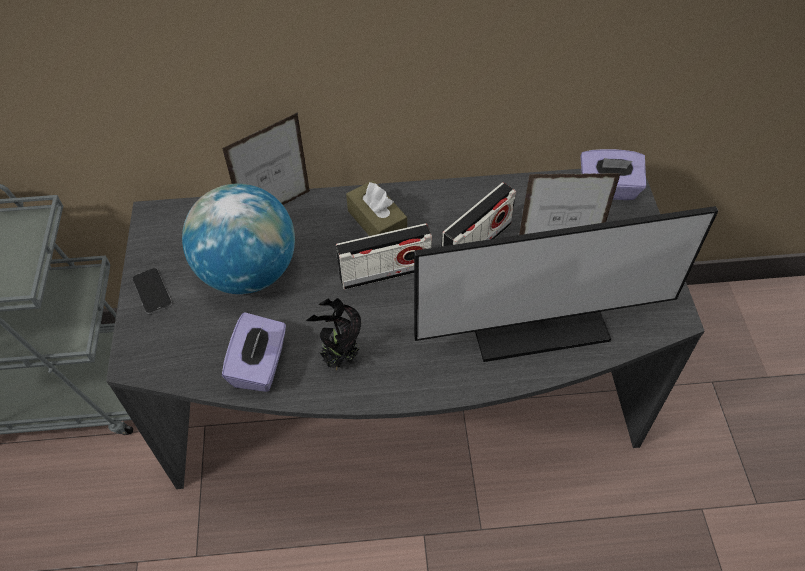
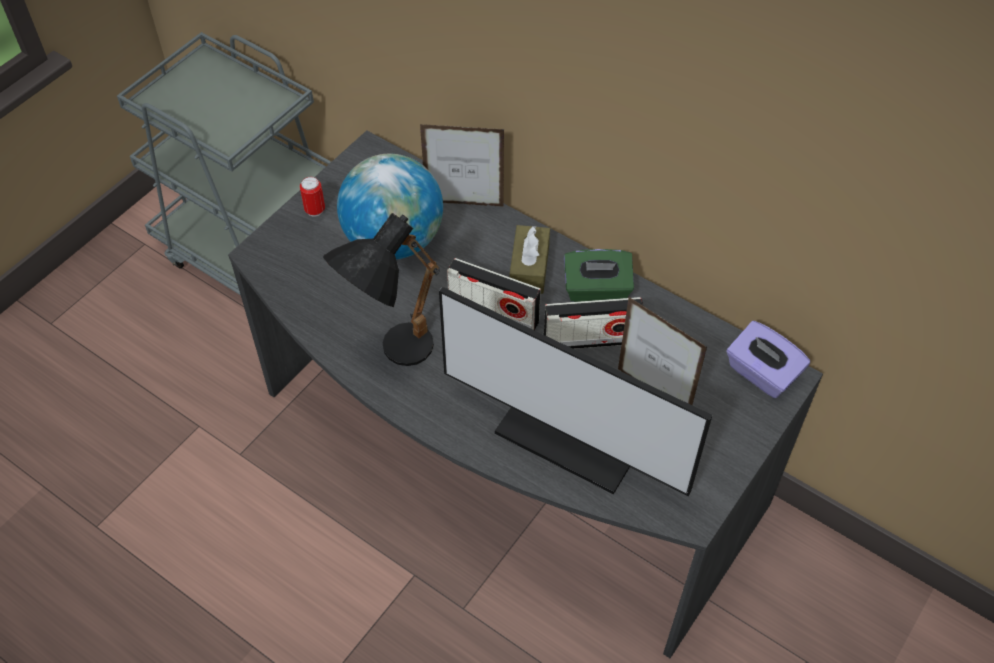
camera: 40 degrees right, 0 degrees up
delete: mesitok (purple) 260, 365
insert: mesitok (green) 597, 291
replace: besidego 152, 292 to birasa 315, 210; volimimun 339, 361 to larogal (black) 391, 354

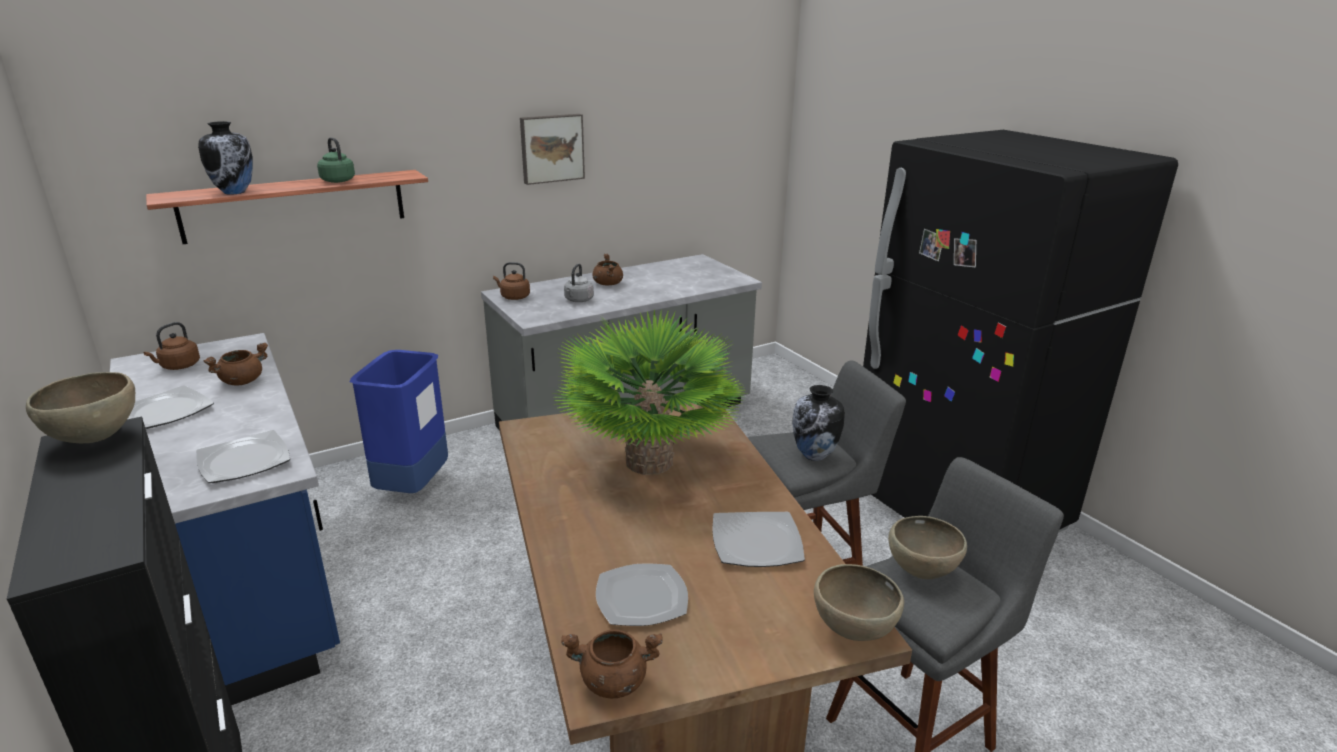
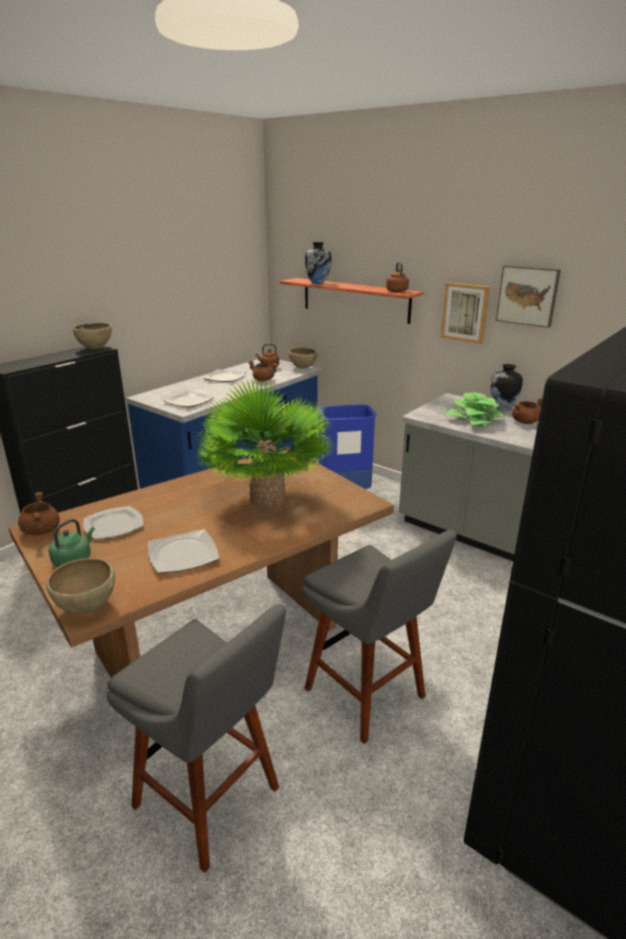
camera: 70 degrees right, 0 degrees up
insert: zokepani 465, 312
move: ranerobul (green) 337, 180 to 74, 560; ranerobul (brown) 513, 297 to 396, 291; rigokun 814, 456 to 502, 408; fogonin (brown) 922, 572 to 302, 368
replace: ranerobul (grey) 578, 300 to volimimun 474, 420

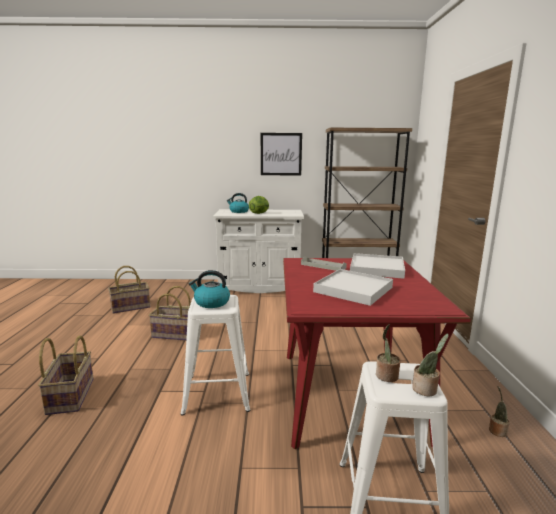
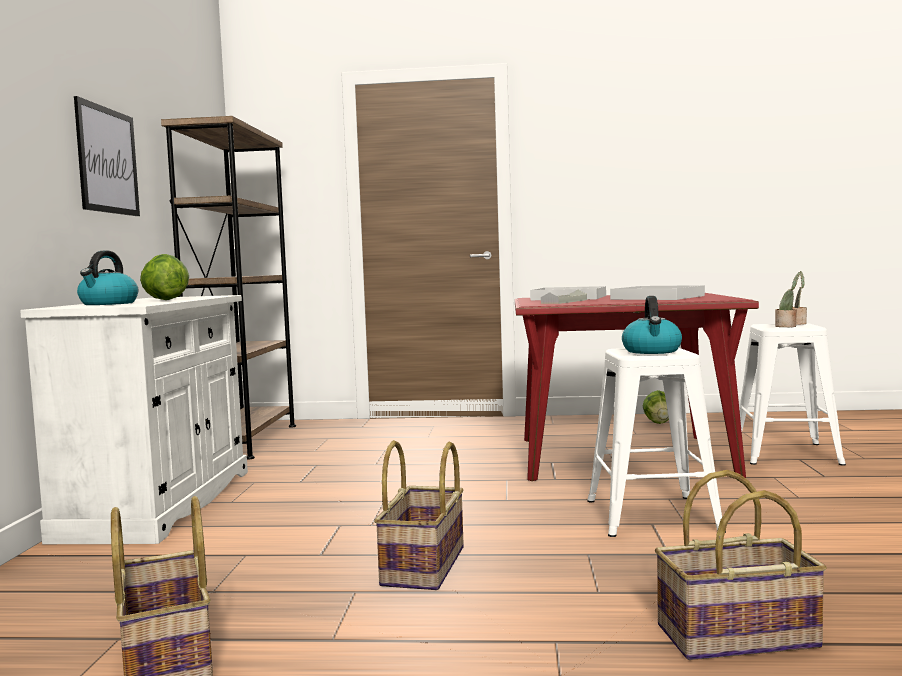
camera: 85 degrees left, 10 degrees down
replace: volimimun 497, 430 to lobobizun 659, 423

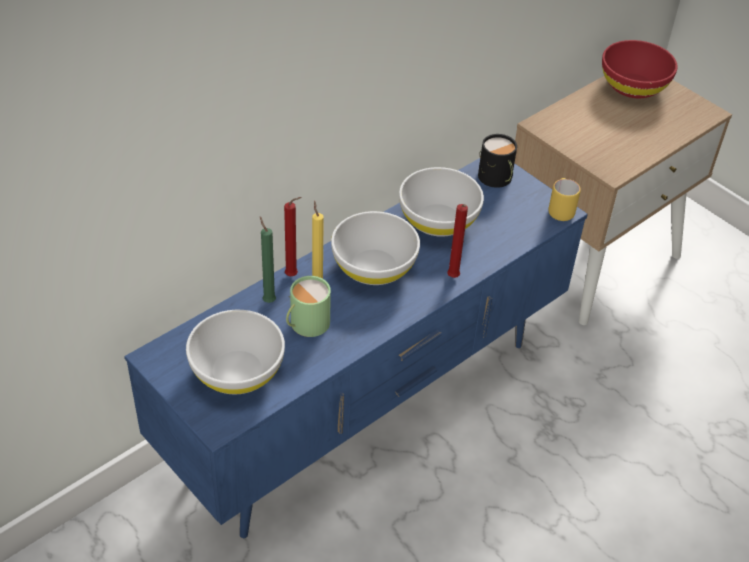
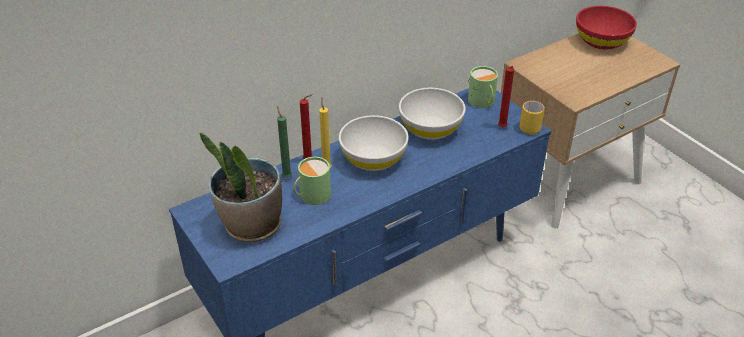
camera: 10 degrees right, 5 degrees down
move: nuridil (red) 453, 278 to 502, 128
replace: fogonin (white) 237, 371 to volimimun 251, 225
recolor: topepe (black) 496, 179 to topepe (green) 482, 102

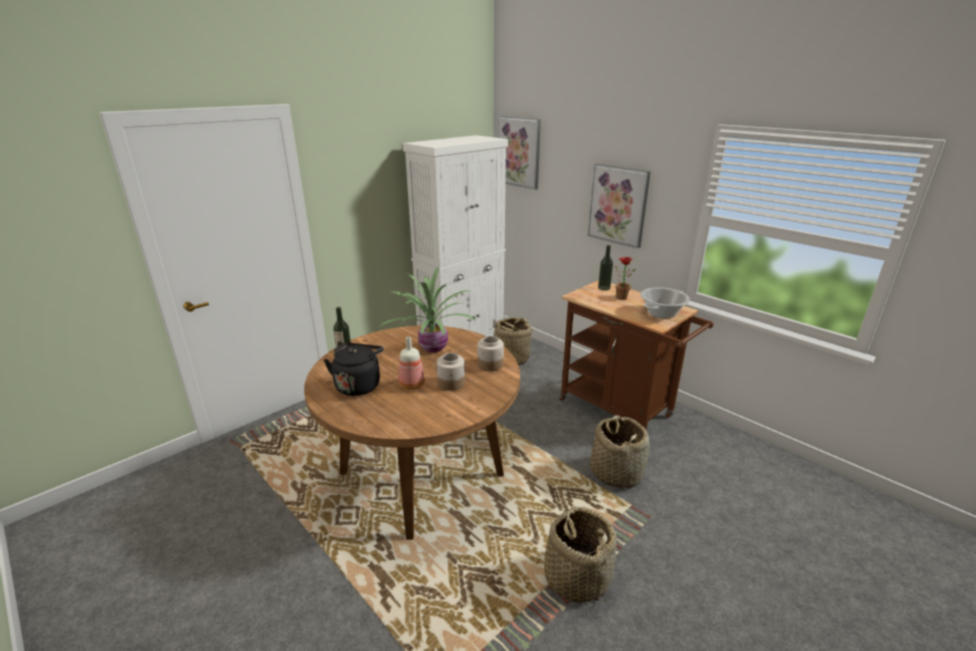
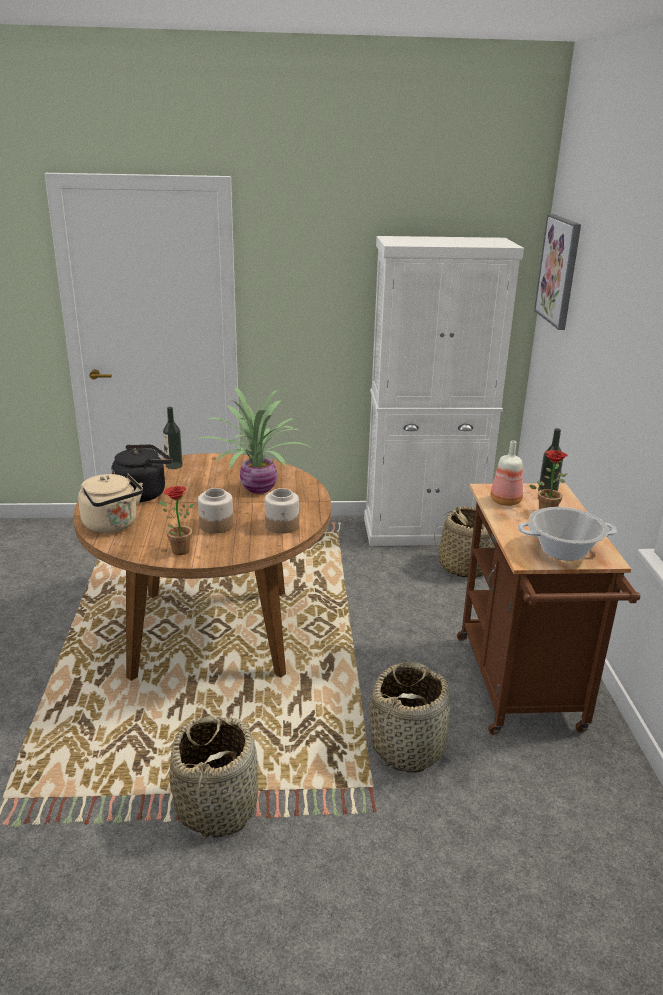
camera: 40 degrees right, 0 degrees up
delete: zokepani 618, 205
insert: ranerobul (beige) 113, 525; volimimun 177, 550
move: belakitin 411, 384 to 505, 501

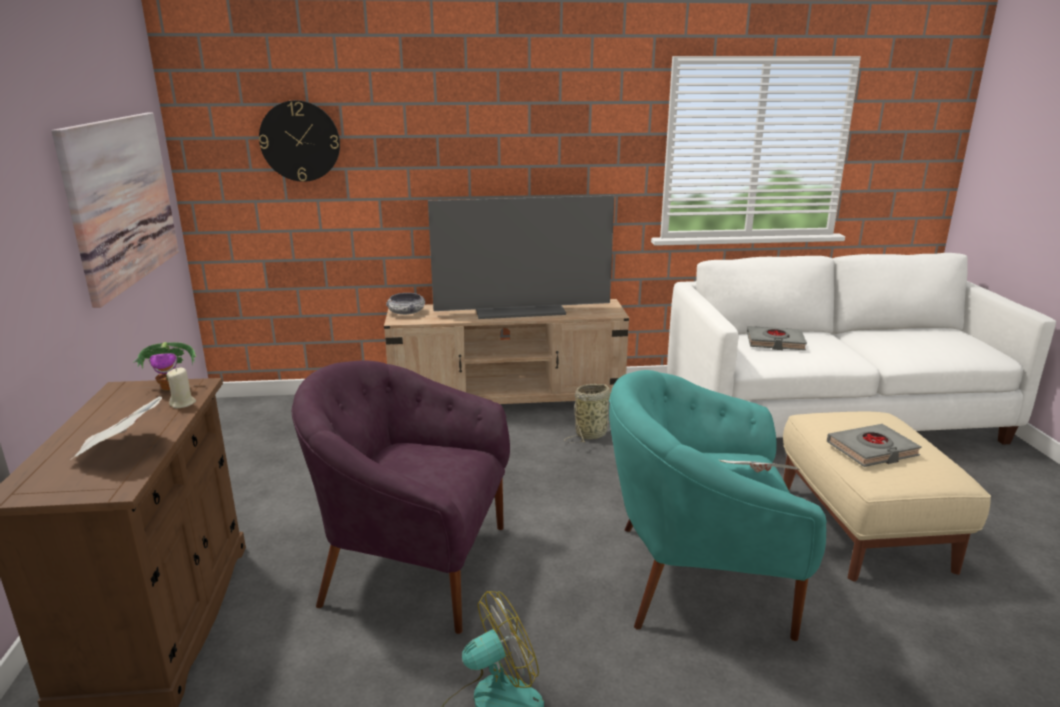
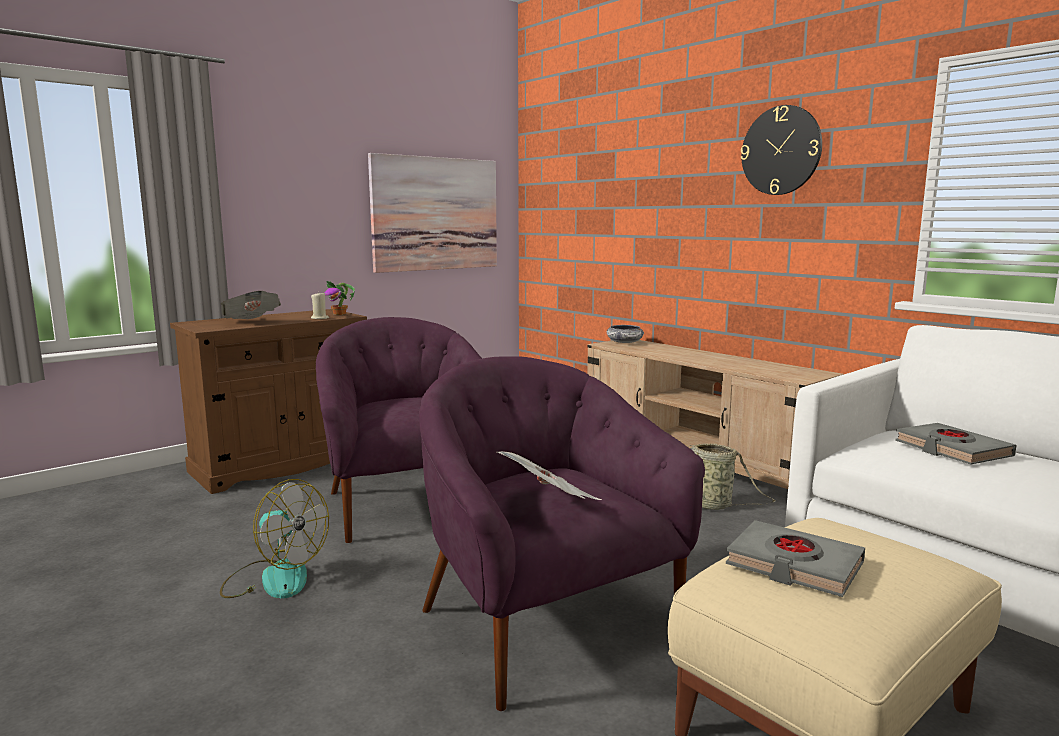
camera: 55 degrees right, 10 degrees down
delete: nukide 521, 310
move: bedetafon 300, 141 to 781, 150
recolor: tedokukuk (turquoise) 700, 576 to tedokukuk (purple) 544, 623

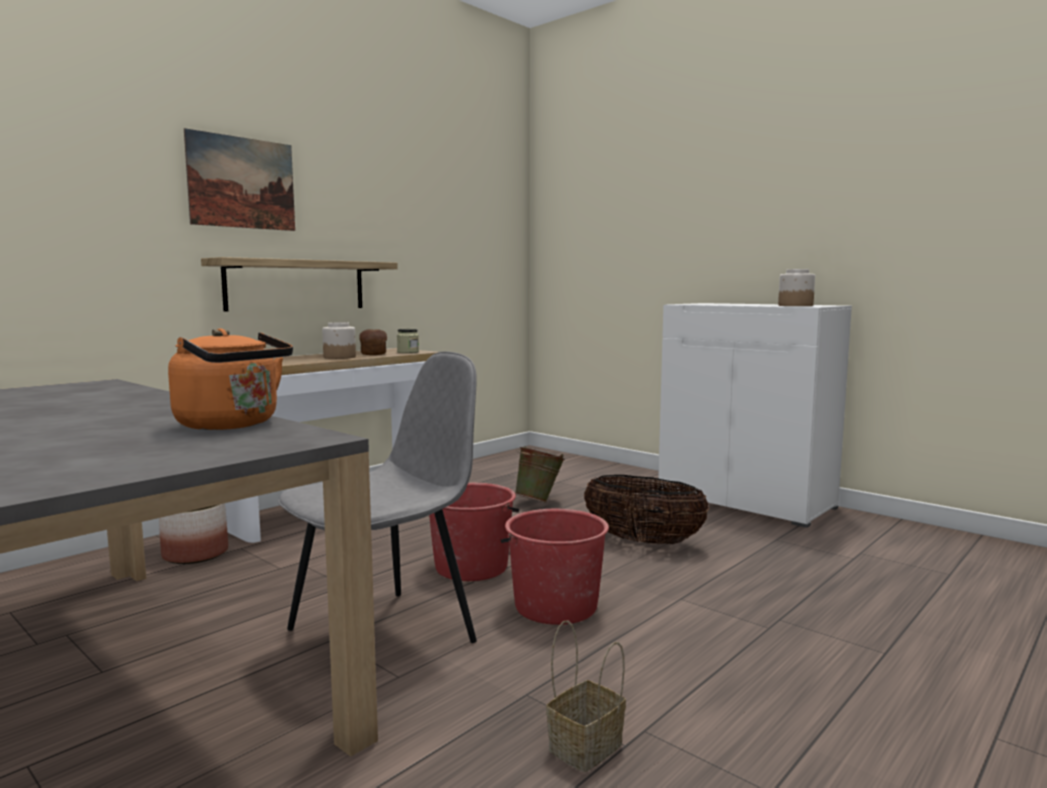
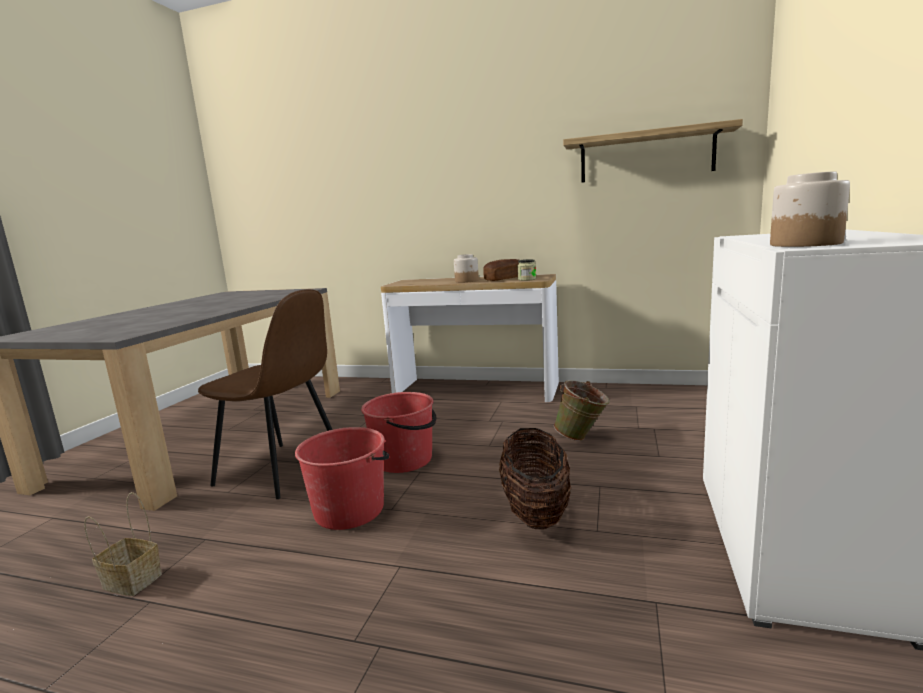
camera: 65 degrees right, 5 degrees up
delete: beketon 195, 554; ranerobul (orange) 232, 425; zokepani 242, 183
move: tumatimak 296, 285 to 646, 156
recolor: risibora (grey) 385, 634 to risibora (brown) 282, 470

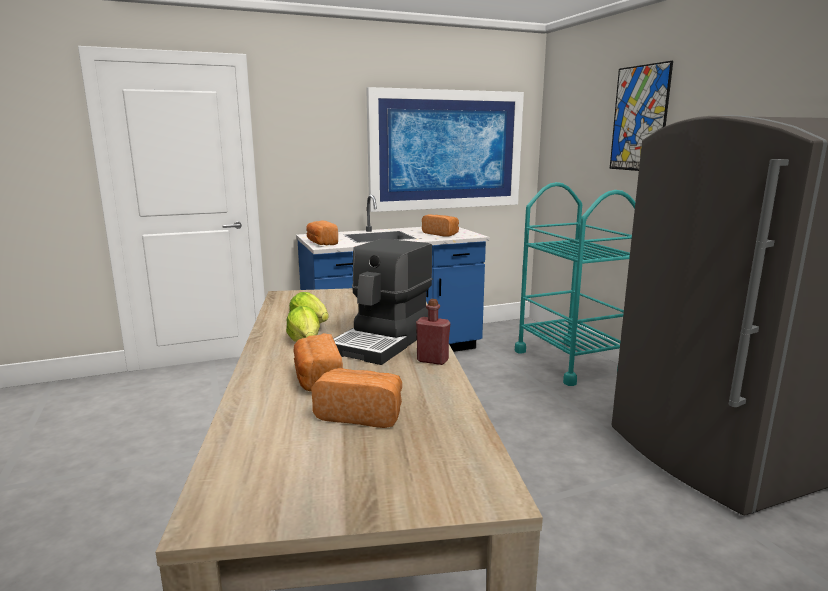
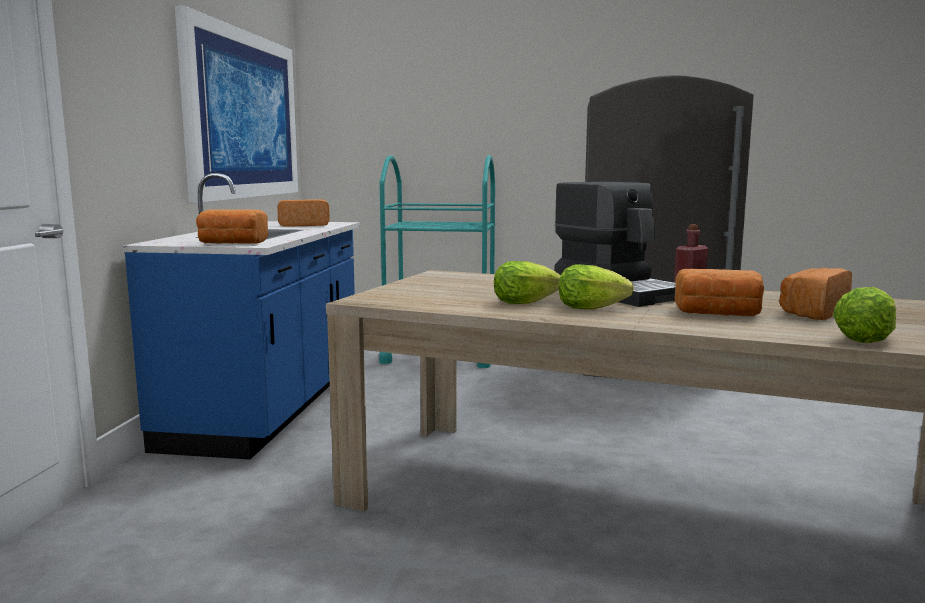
camera: 60 degrees left, 5 degrees down
delete: zokepani 639, 118
insert: lobobizun 864, 339

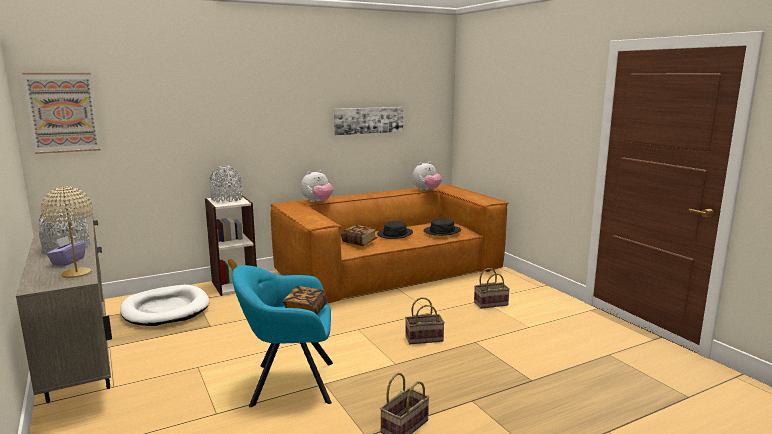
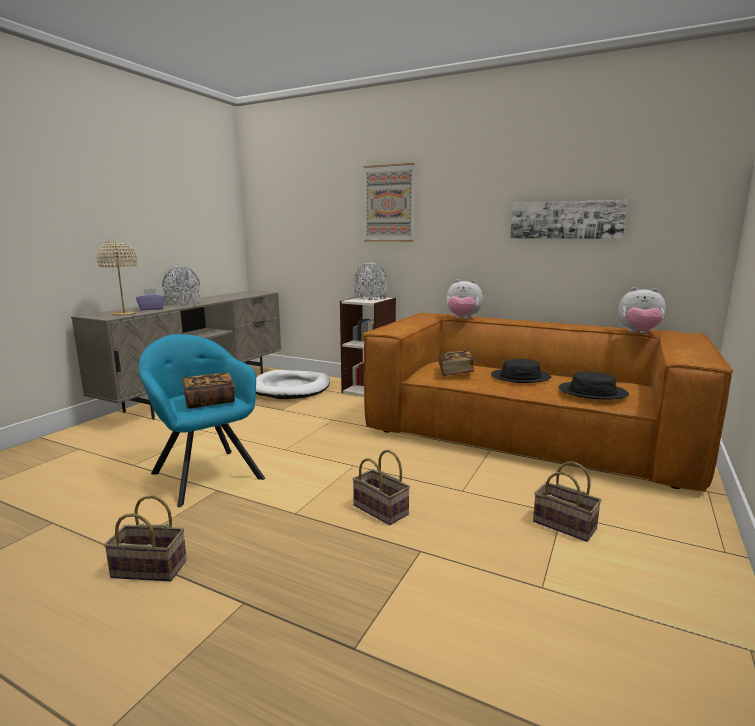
camera: 55 degrees right, 0 degrees up
move: zokepani 63, 112 to 389, 203

